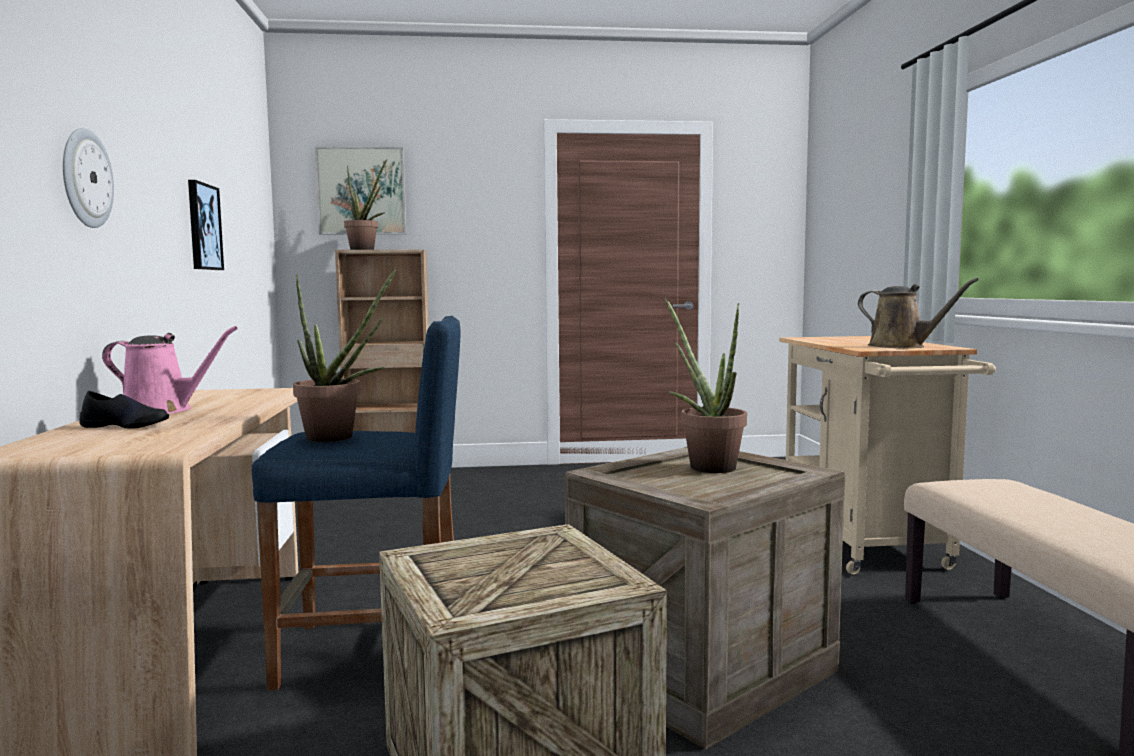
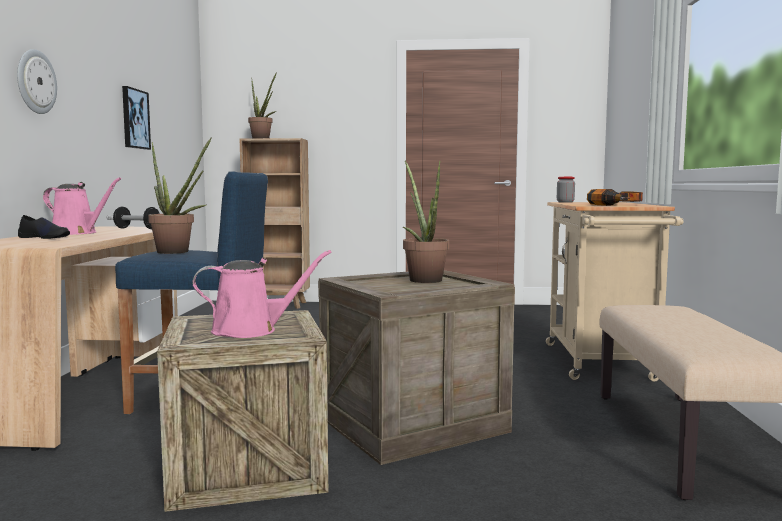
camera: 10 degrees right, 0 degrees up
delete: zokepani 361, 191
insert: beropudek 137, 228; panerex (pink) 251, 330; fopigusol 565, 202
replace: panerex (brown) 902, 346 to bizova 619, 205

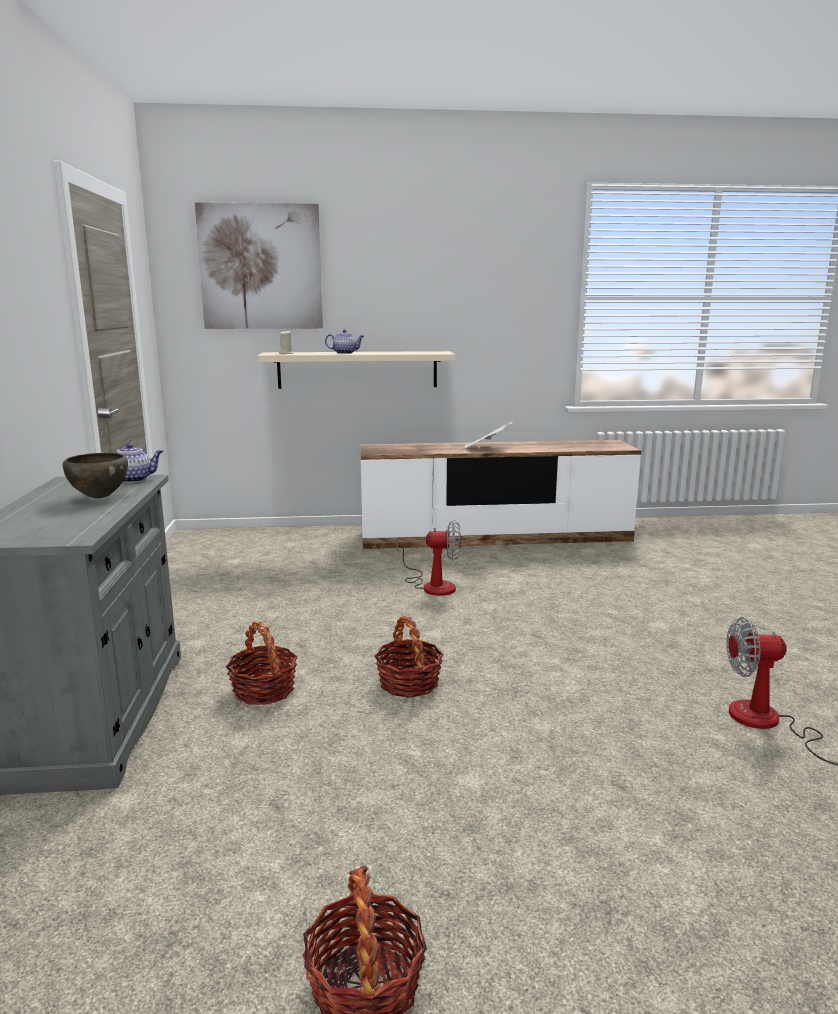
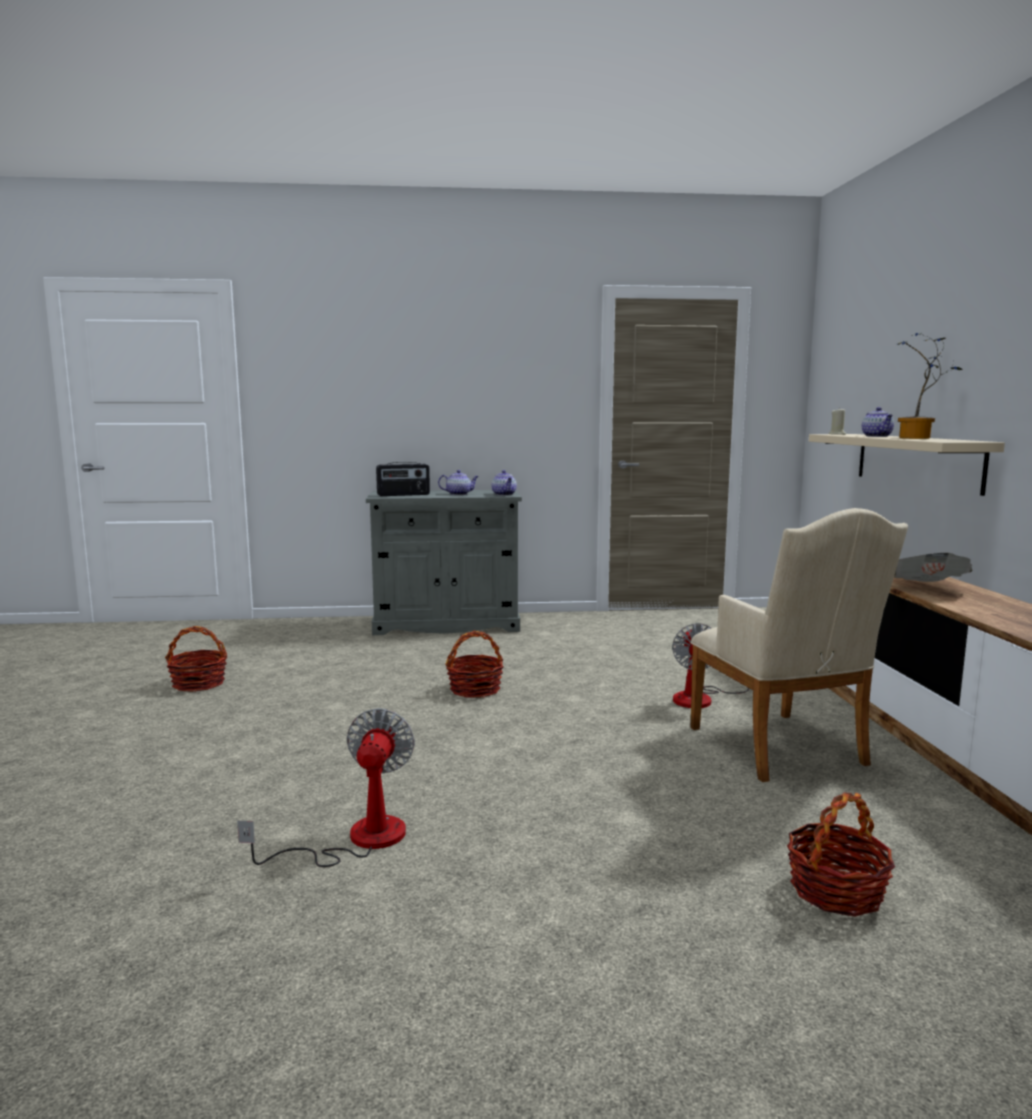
camera: 90 degrees right, 5 degrees down
delete: zokepani 261, 267
insert: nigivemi 403, 495; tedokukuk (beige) 782, 750; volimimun 918, 438
move: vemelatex 264, 690 to 836, 891
replace: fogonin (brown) 99, 497 to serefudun 459, 494

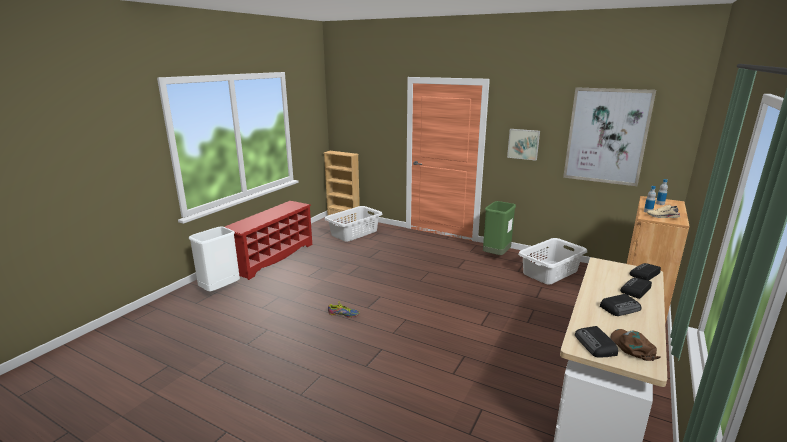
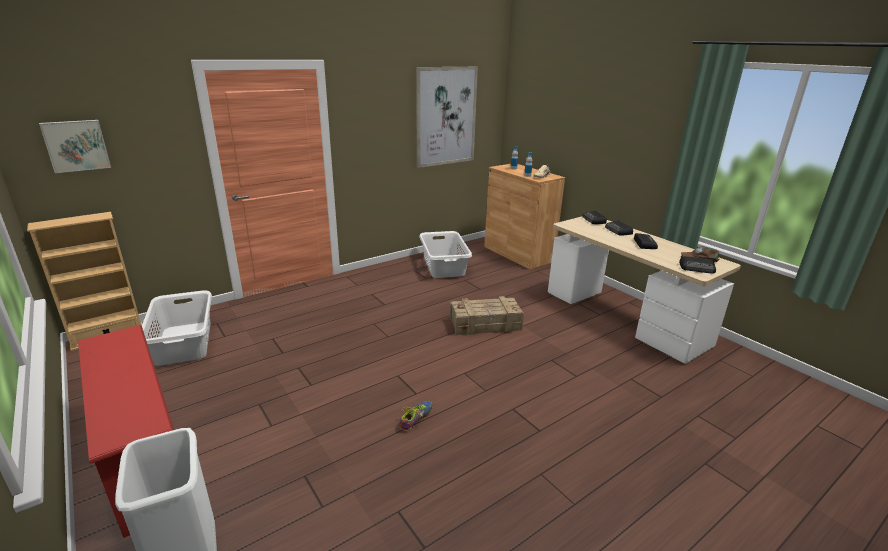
camera: 65 degrees left, 5 degrees up
delete: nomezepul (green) 496, 255
insert: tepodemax 485, 325
move: zokepani 523, 144 to 76, 145

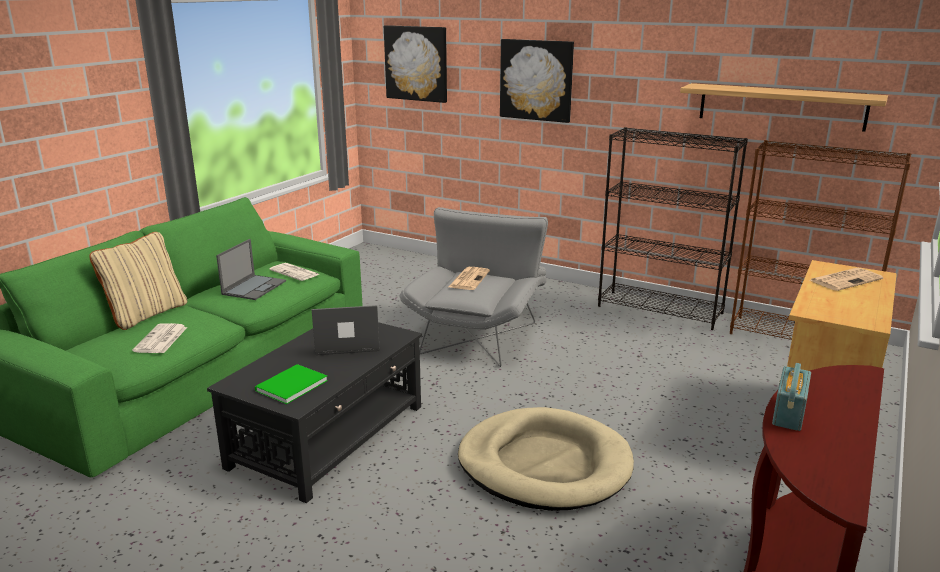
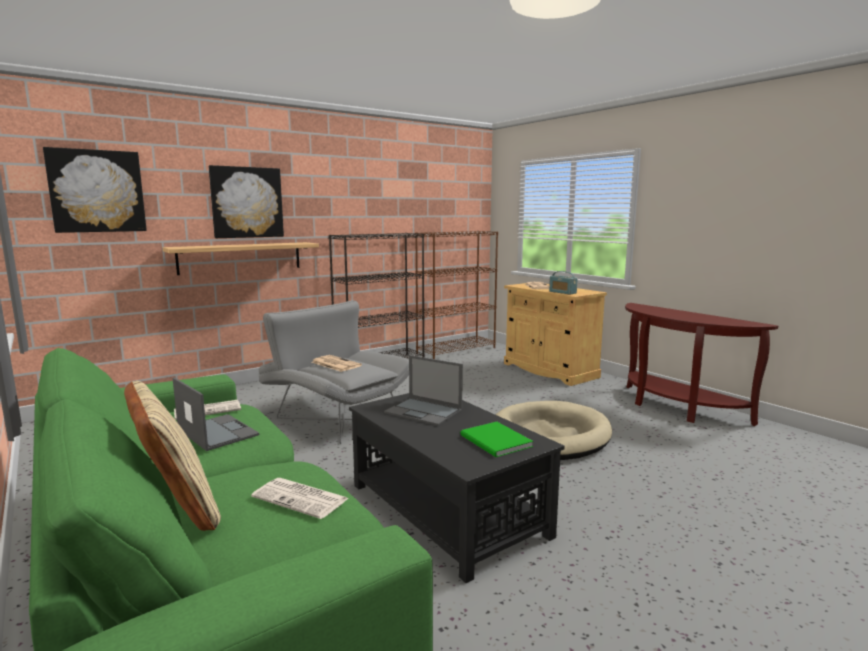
camera: 65 degrees left, 10 degrees down
move: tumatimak 781, 106 to 240, 257; nigivemi 788, 413 to 562, 292
rotate: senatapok 346, 343 = 424, 412 75 degrees counterclockwise

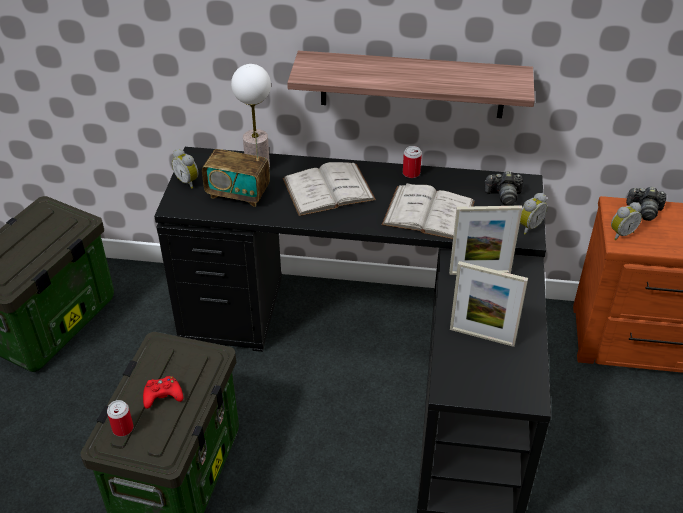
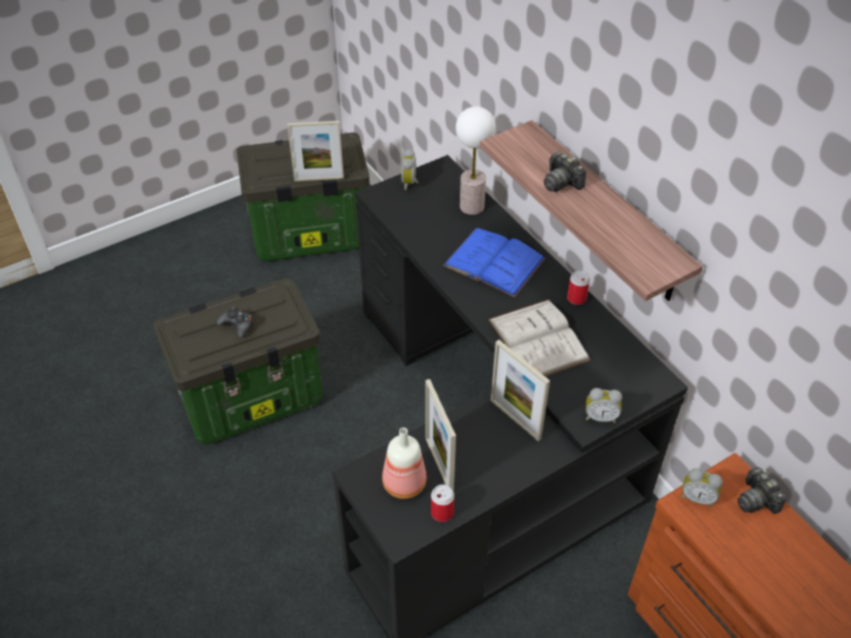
camera: 50 degrees right, 5 degrees up
delete: nigivemi 238, 194
insert: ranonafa 319, 179; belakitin 404, 485
move: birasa 123, 428 to 442, 512; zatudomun 503, 196 to 561, 182
recolor: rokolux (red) 163, 395 to rokolux (black) 237, 325; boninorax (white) 328, 189 to boninorax (blue) 494, 262

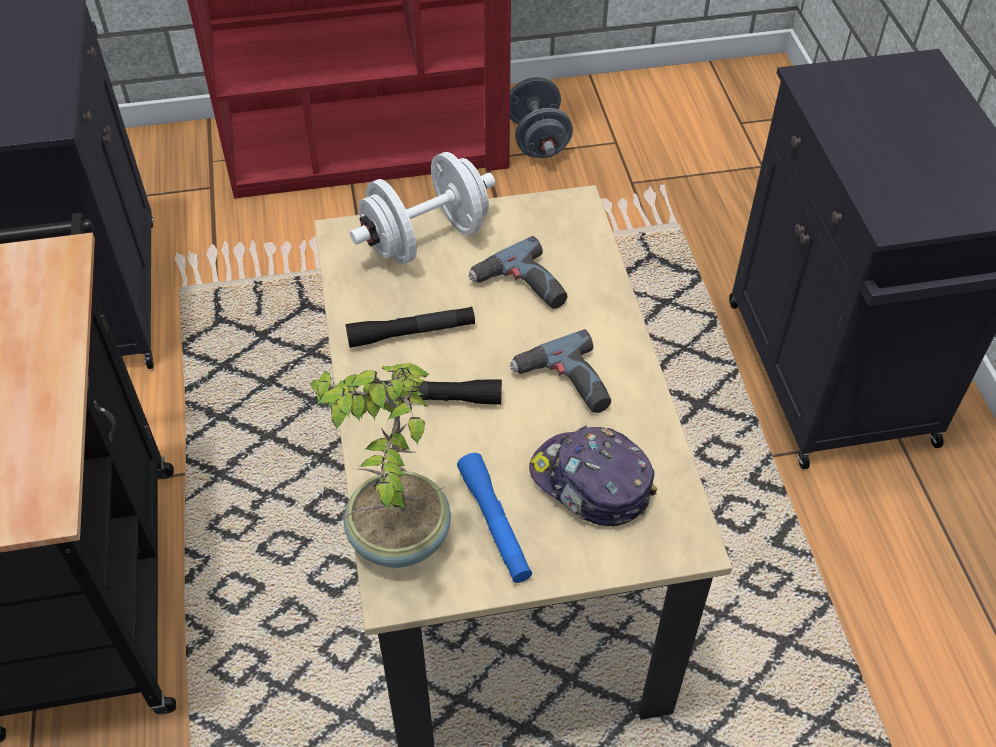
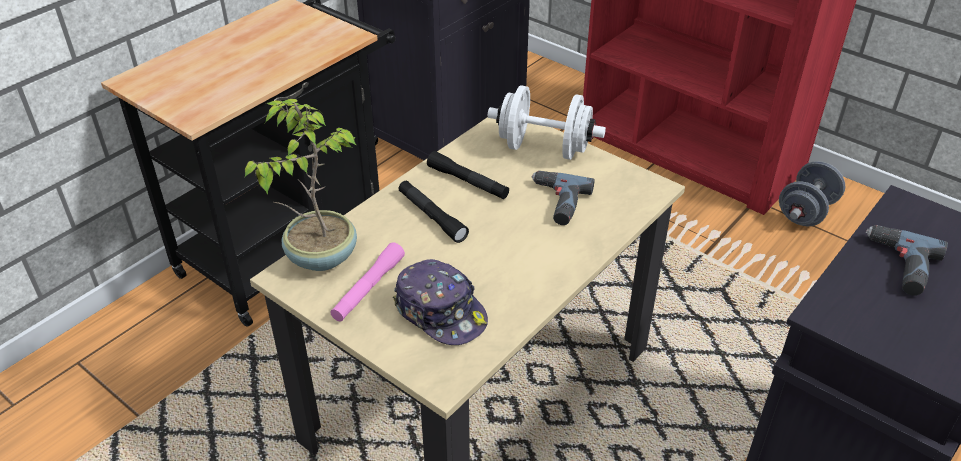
camera: 50 degrees right, 10 degrees down
move: bizova 564, 385 to 898, 266
recolor: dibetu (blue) 494, 524 to dibetu (pink) 368, 288
rotate: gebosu 591, 484 = 441, 312 135 degrees clockwise

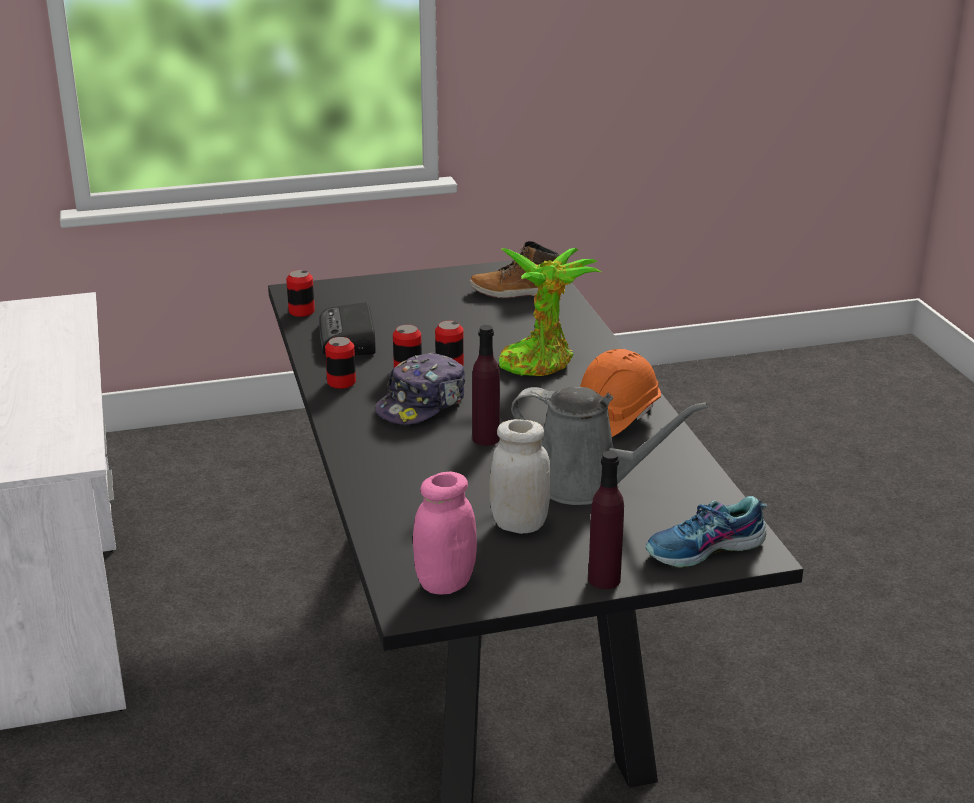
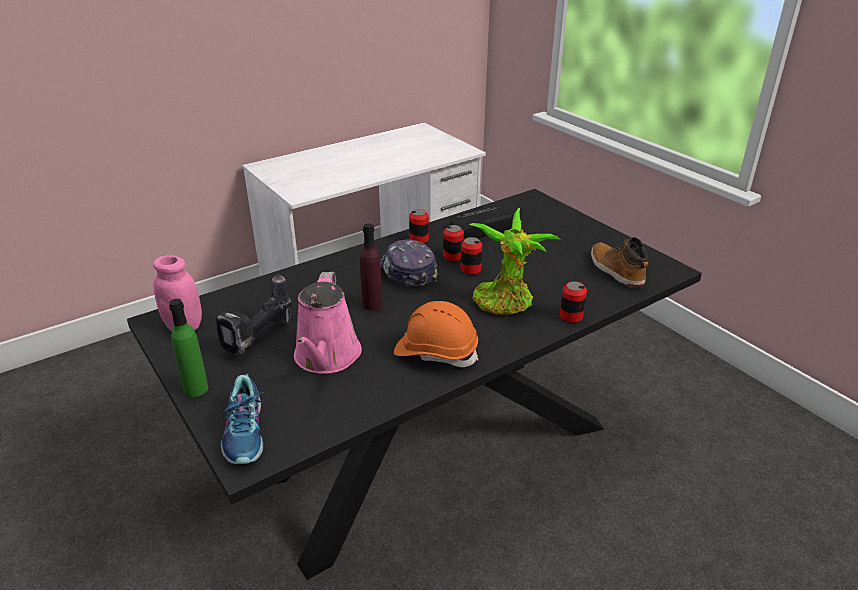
camera: 70 degrees right, 5 degrees up
move: birasa 301, 311 to 571, 316
replace: fopigusol (white) 519, 524 to bizova 260, 340
recolor: panerex (grey) 585, 483 to panerex (pink) 326, 357; belakitin (purple) 604, 579 to belakitin (green) 196, 389
rotate: gebosu 422, 404 = 407, 272 45 degrees clockwise; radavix 705, 549 = 246, 432 150 degrees counterclockwise

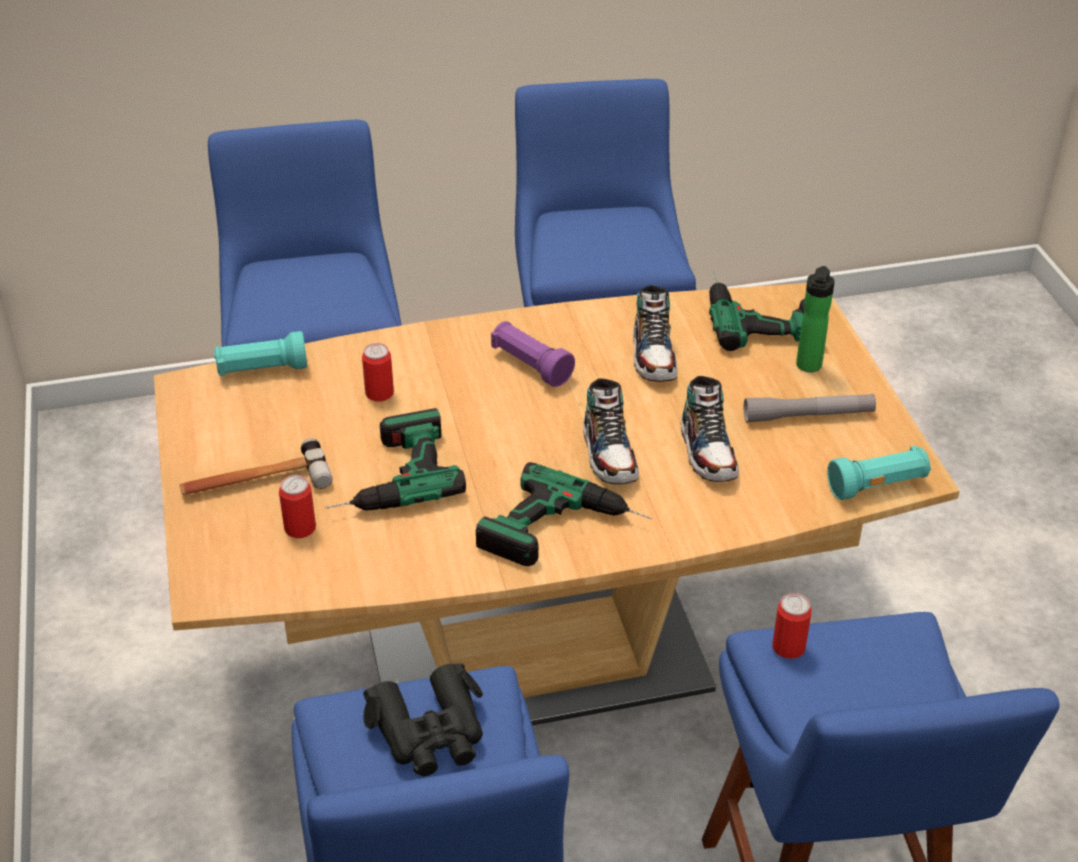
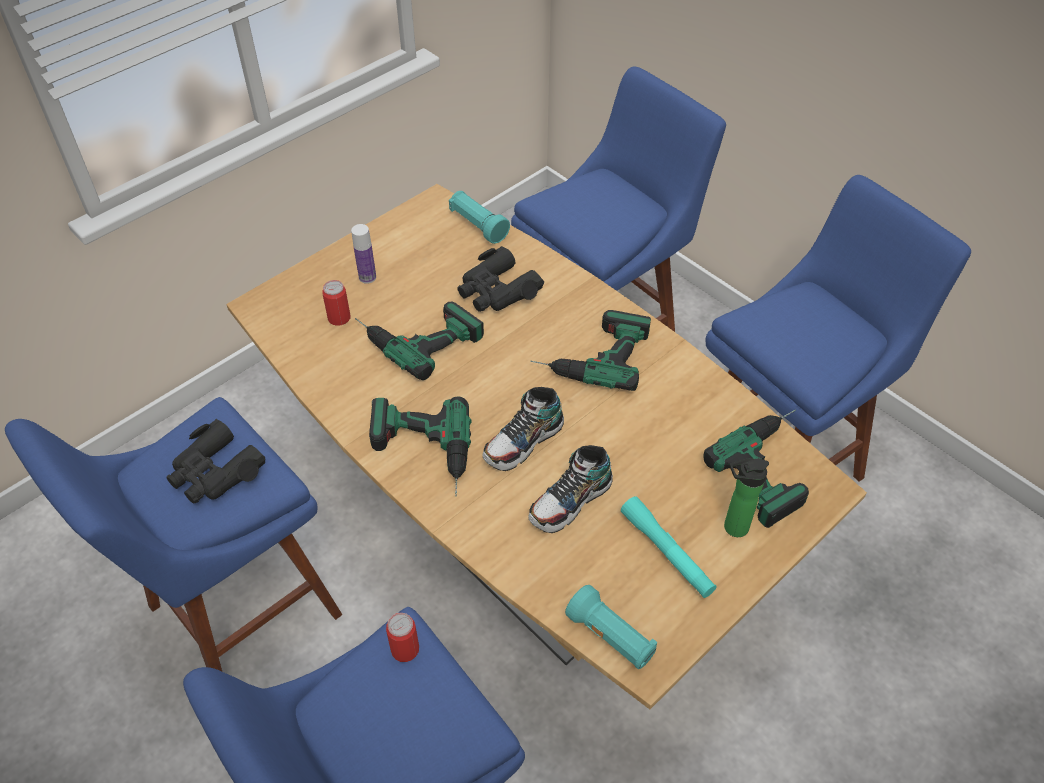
camera: 60 degrees right, 10 degrees up
delete: radavix 653, 356
replace: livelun 255, 483 to belakitin 367, 277; birasa 379, 393 to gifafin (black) 497, 291; dibetu (purple) 530, 365 to bizova 590, 353
recolor: dibetu (grey) 808, 415 to dibetu (turquoise) 667, 552

